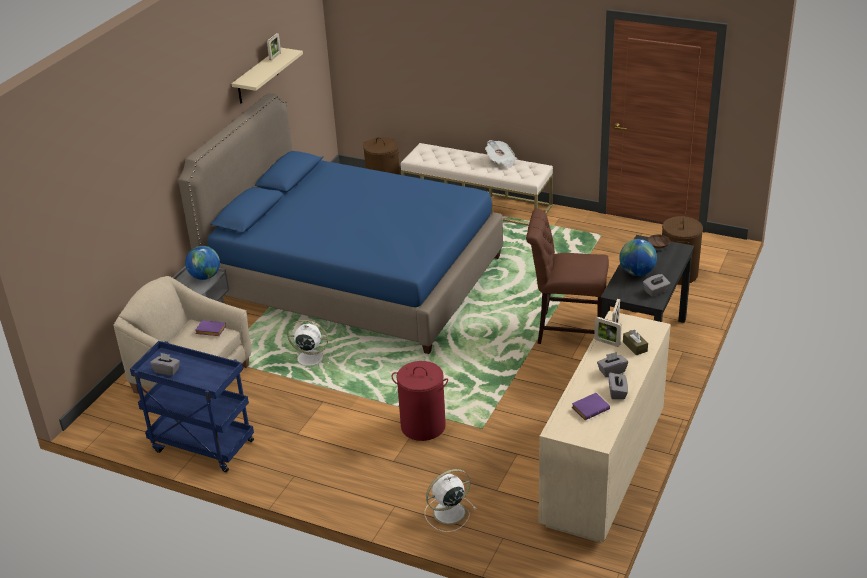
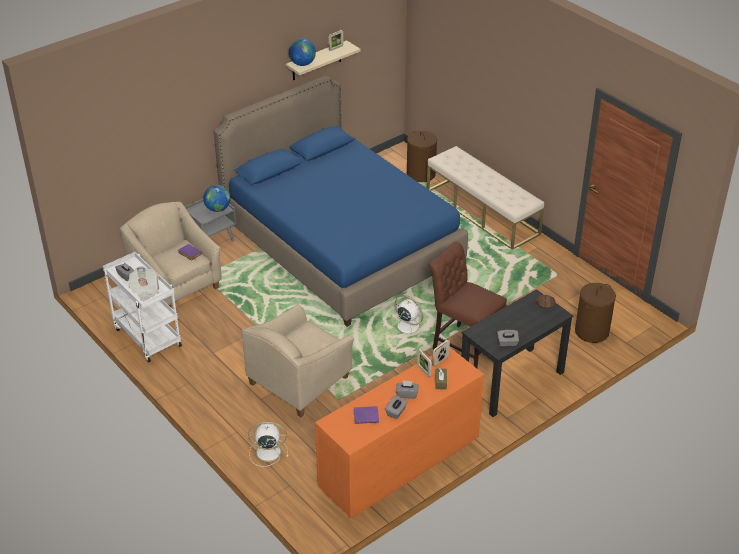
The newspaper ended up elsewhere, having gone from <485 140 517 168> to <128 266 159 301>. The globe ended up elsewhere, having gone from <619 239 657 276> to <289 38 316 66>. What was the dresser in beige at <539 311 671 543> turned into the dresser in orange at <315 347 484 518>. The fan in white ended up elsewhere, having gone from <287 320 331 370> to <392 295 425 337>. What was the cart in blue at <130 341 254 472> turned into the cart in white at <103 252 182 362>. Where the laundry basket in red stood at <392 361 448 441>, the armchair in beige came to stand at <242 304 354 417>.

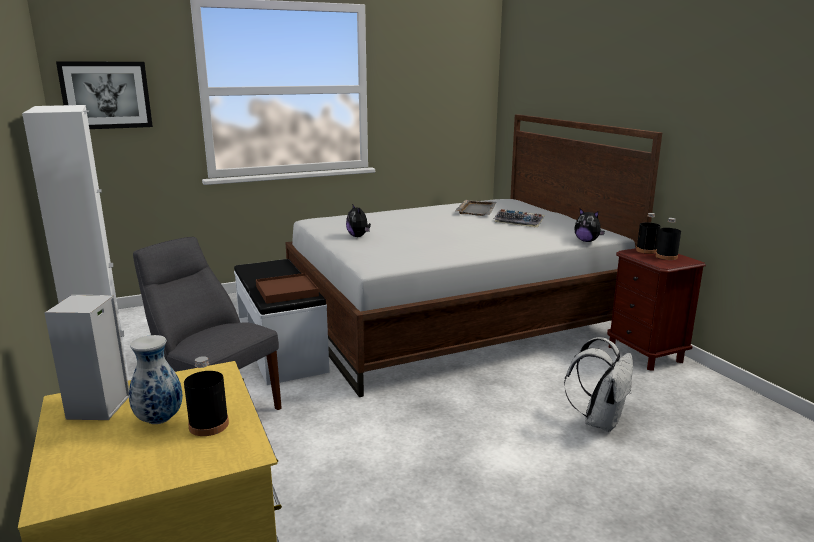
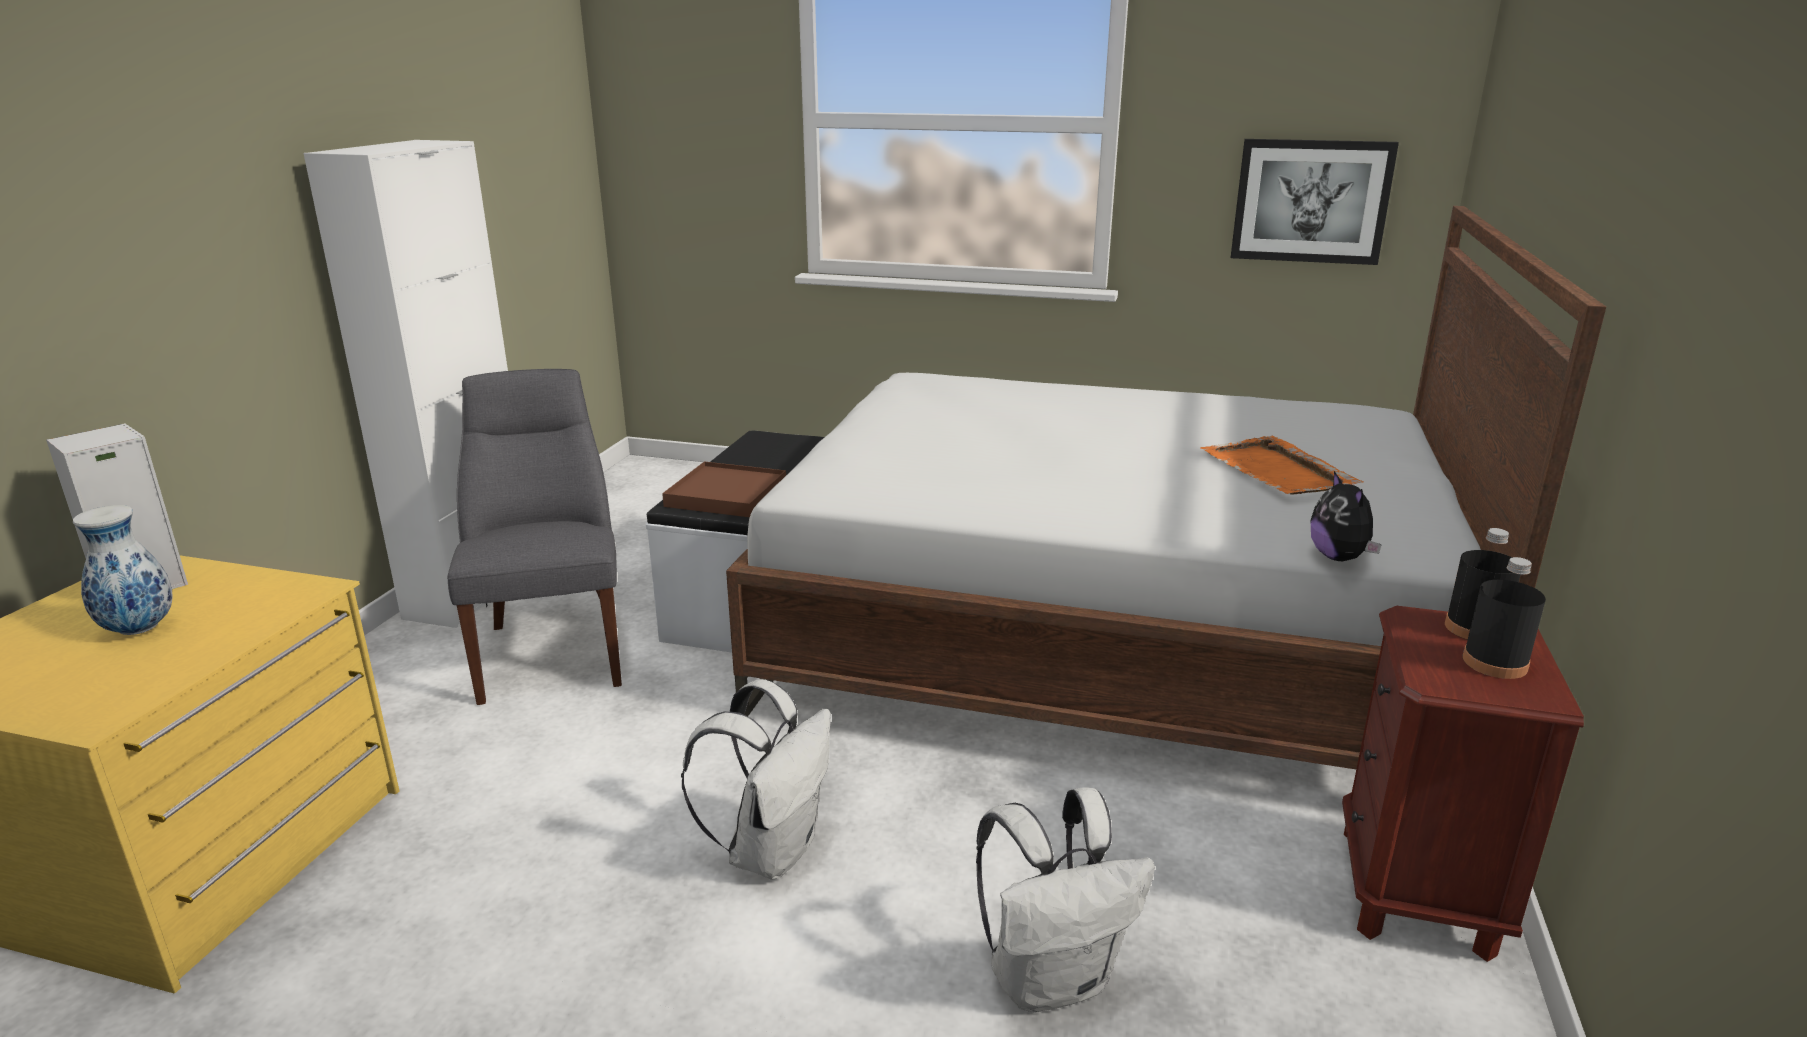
The picture ended up elsewhere, having gone from <56 61 153 129> to <1231 139 1399 265>. The second view lost the tray in grey at <455 200 497 216>. The second view lost the plush toy at <346 204 371 237>. Where the keyboard stood at <494 209 545 228>, the tray in orange came to stand at <1200 436 1363 495>. The second view lost the bottle in black at <184 356 229 436>. The second view gained the backpack in white at <681 679 831 879>.

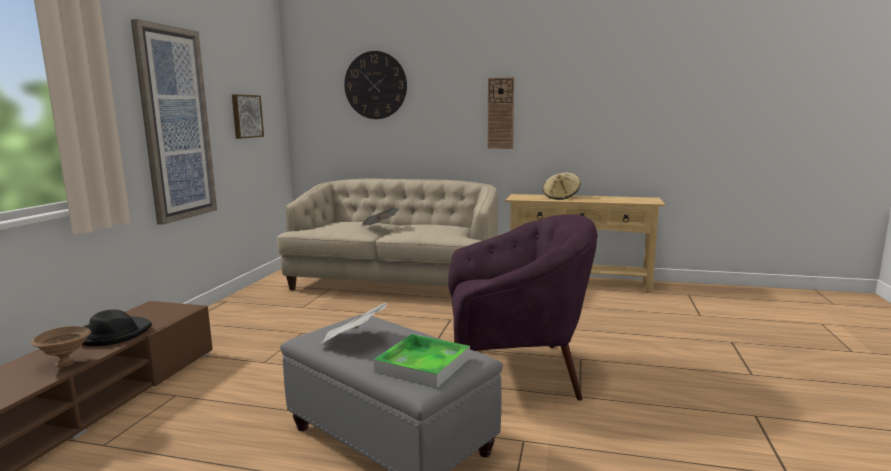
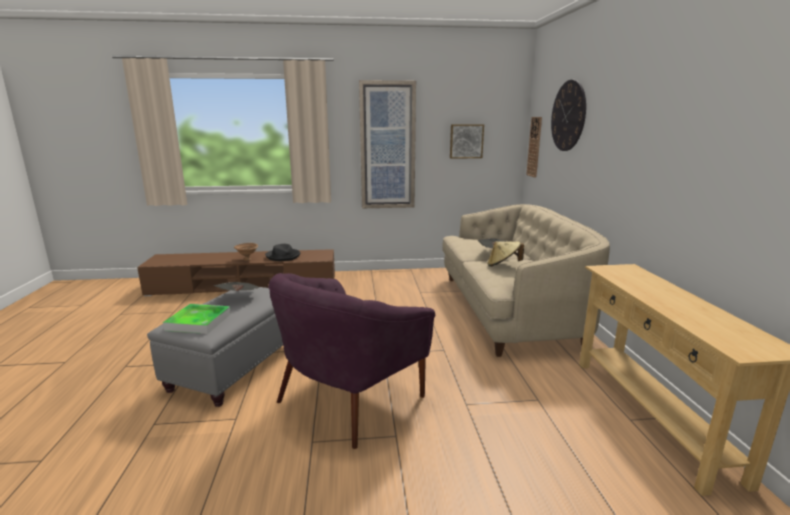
The wall clock ended up elsewhere, having gone from <488 77 514 149> to <526 117 542 178>. The hat in beige ended up elsewhere, having gone from <543 172 580 200> to <487 242 524 267>. The armchair in purple at <448 214 598 401> ended up facing another way, 60 degrees clockwise from before.

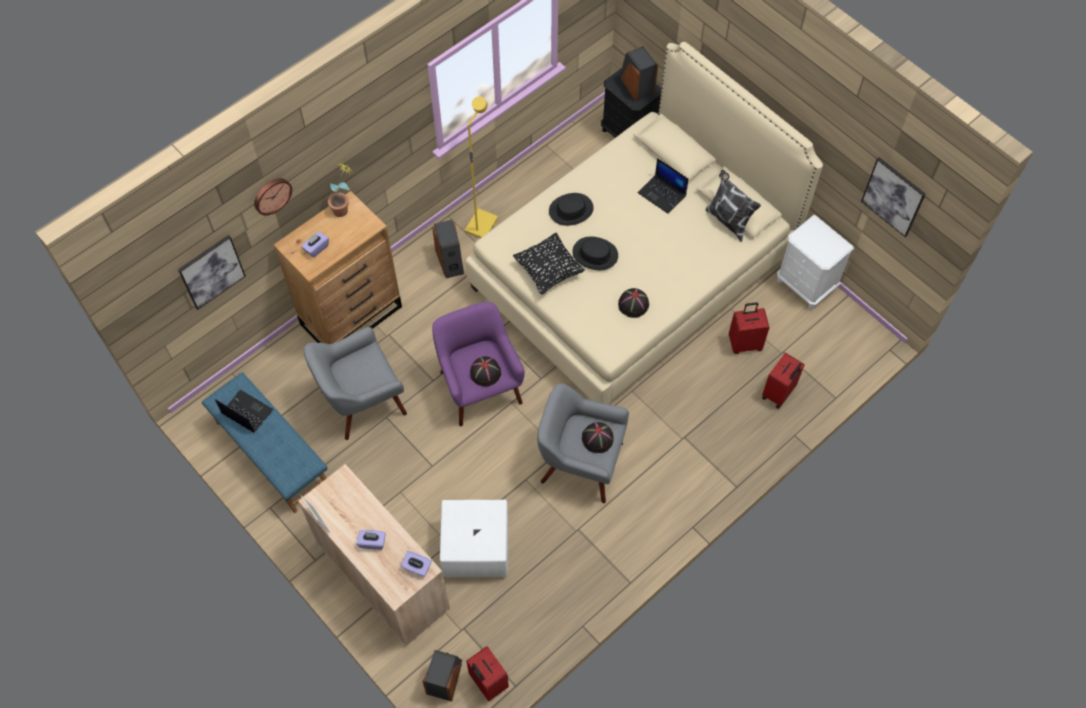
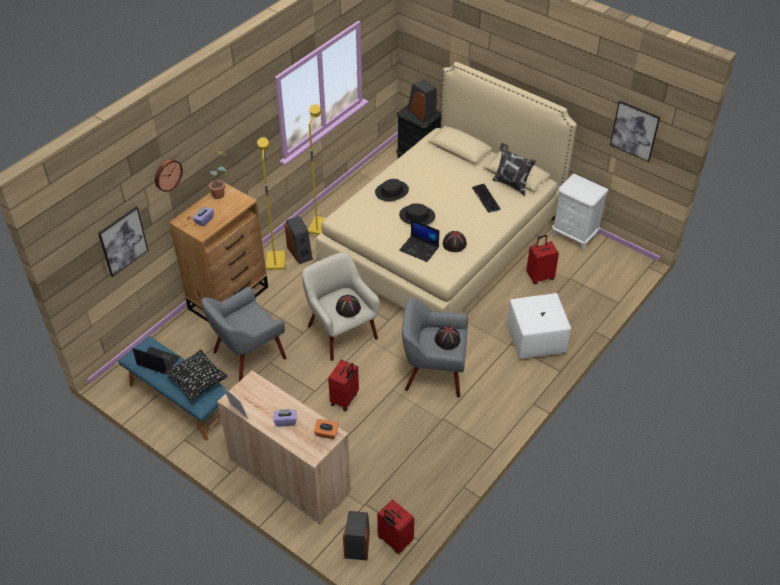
The laptop ended up elsewhere, having gone from <638 158 689 214> to <399 219 440 262>. The pillow in black ended up elsewhere, having gone from <513 233 585 295> to <164 350 228 401>. What was the armchair in purple at <432 302 525 426> turned into the armchair in beige at <302 252 380 361>. The suitcase in red ended up elsewhere, having gone from <762 353 805 409> to <328 360 359 411>. The ottoman in white ended up elsewhere, having gone from <440 500 508 577> to <507 293 571 359>. What was the tissue box in purple at <401 551 432 577> turned into the tissue box in orange at <314 419 339 439>. The second view gained the floor lamp in yellow at <257 137 285 270>. The second view gained the keyboard at <472 184 501 213>.

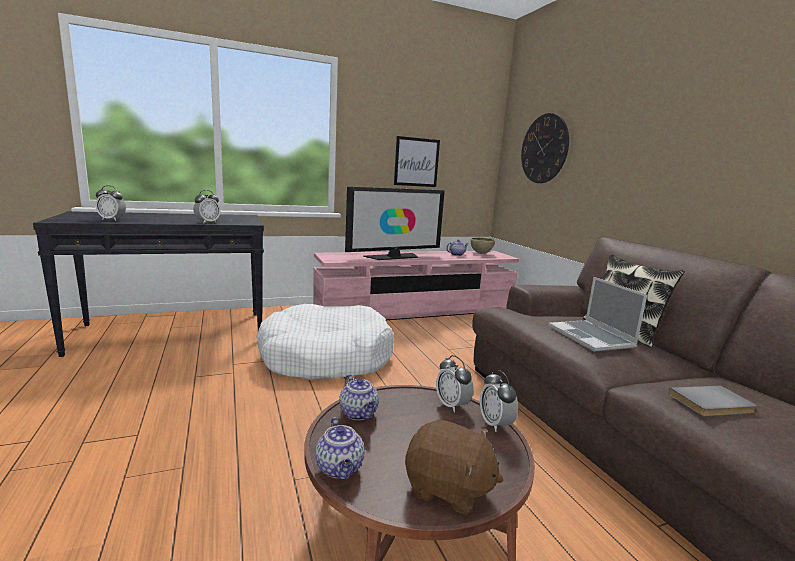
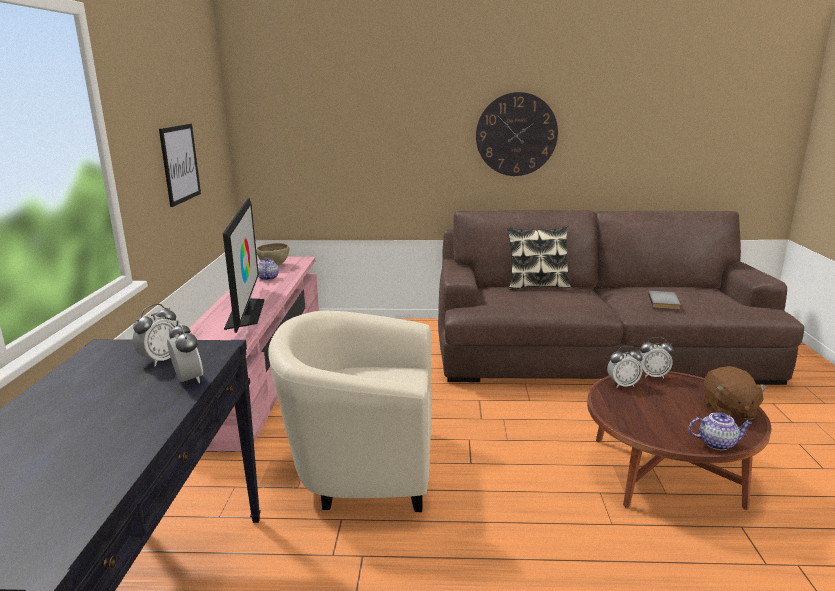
The wall clock ended up elsewhere, having gone from <521 113 569 183> to <476 92 558 176>. The alarm clock ended up elsewhere, having gone from <95 185 126 221> to <133 304 176 366>. The second view lost the laptop at <549 277 647 352>. Where the dog bed in white stood at <256 304 394 380>, the armchair in beige came to stand at <268 311 432 512>. The second view lost the teapot at <339 375 379 420>. The plush toy in brown at <405 419 504 514> ended up facing another way, 135 degrees clockwise from before.

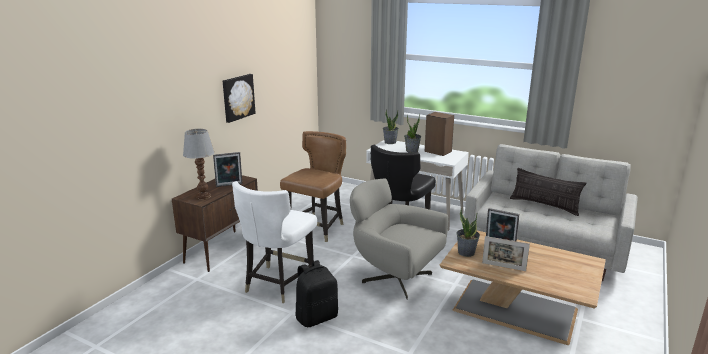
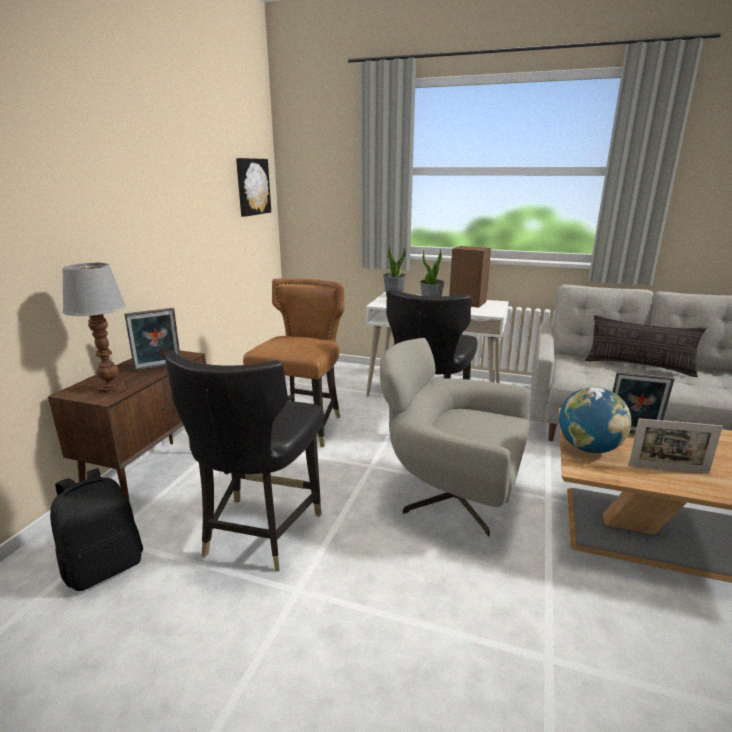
The picture ended up elsewhere, having gone from <223 74 256 123> to <236 158 271 217>. What was the chair in white at <232 181 317 303> turned into the chair in black at <165 351 324 572>. Where the potted plant stood at <457 208 480 257>, the globe came to stand at <559 387 632 453>. The backpack in black ended up elsewhere, having gone from <295 260 338 327> to <50 468 143 591>.

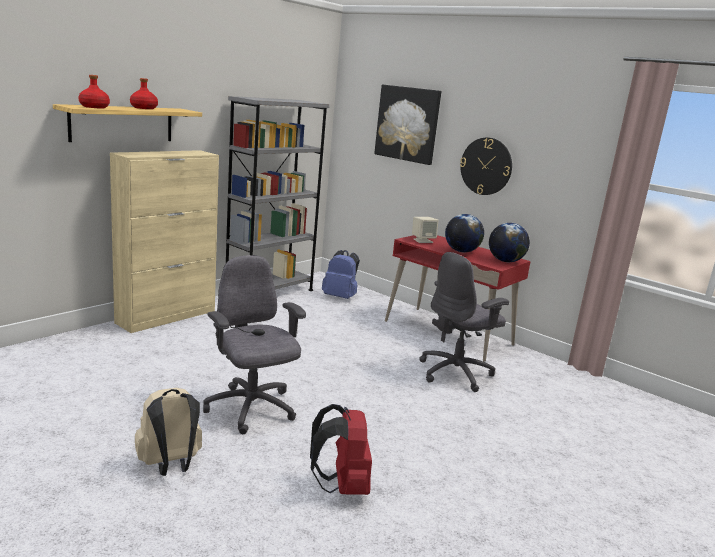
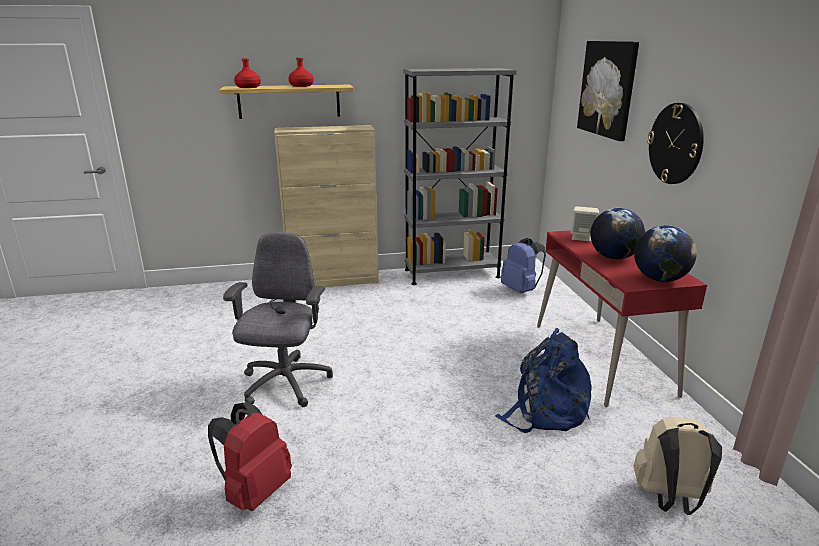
Where the office chair in grey stood at <419 252 509 392>, the backpack in blue came to stand at <495 327 592 433>. The backpack in beige ended up elsewhere, having gone from <135 388 202 476> to <634 417 722 515>.

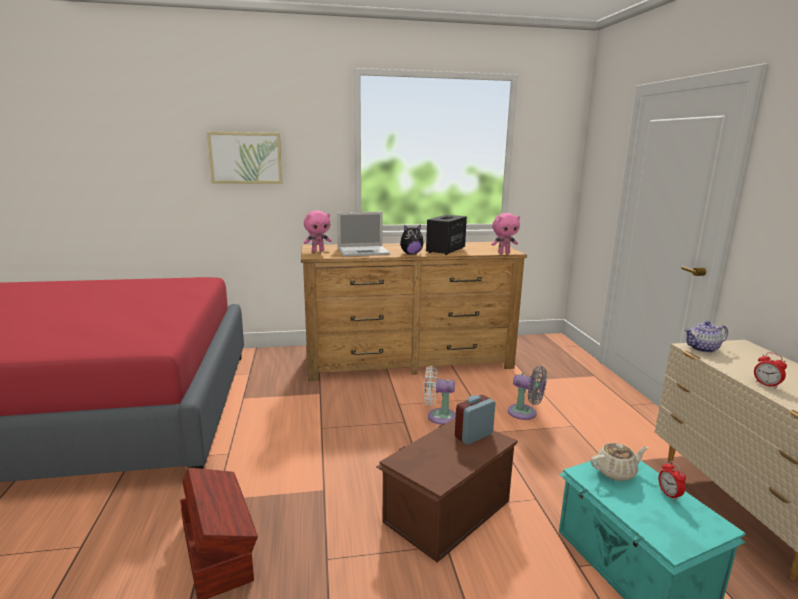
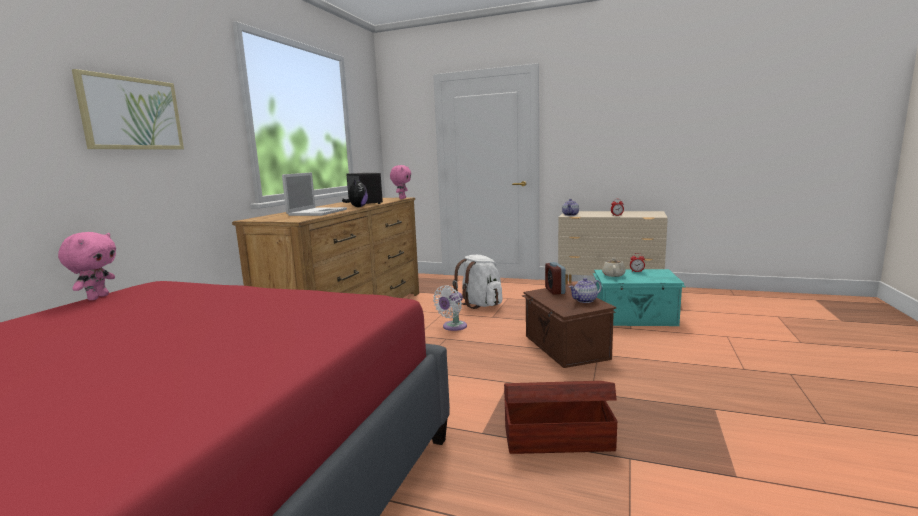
The plush toy in pink ended up elsewhere, having gone from <304 210 332 252> to <58 232 116 300>. Where the fan in grey stood at <508 366 547 420>, the backpack in white came to stand at <453 255 503 309>. The second view gained the teapot at <569 278 602 303>.

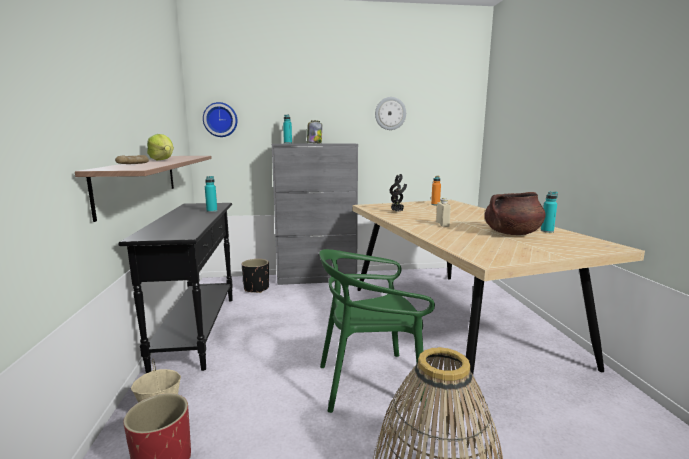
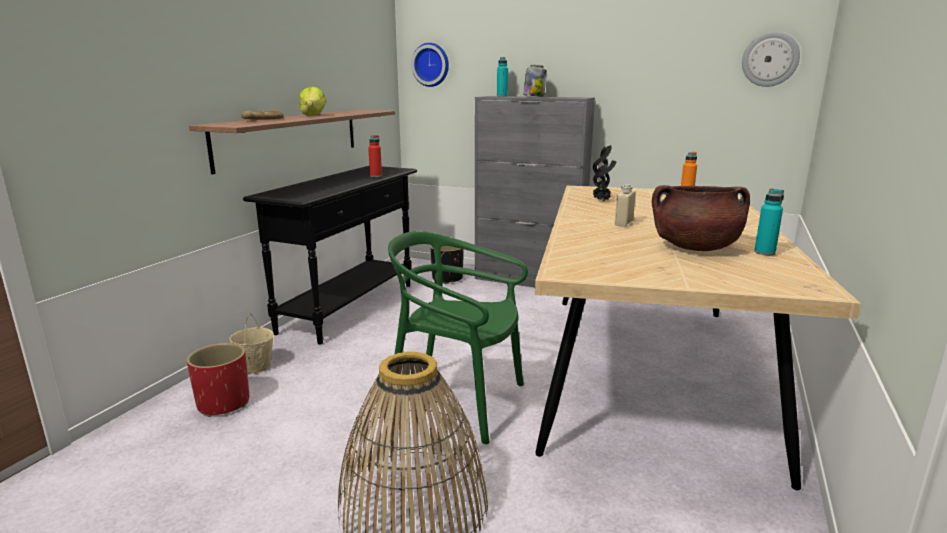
The wall clock ended up elsewhere, having gone from <375 97 406 130> to <742 32 800 87>. What was the bottle in turquoise at <205 176 217 212> turned into the bottle in red at <368 135 382 177>.

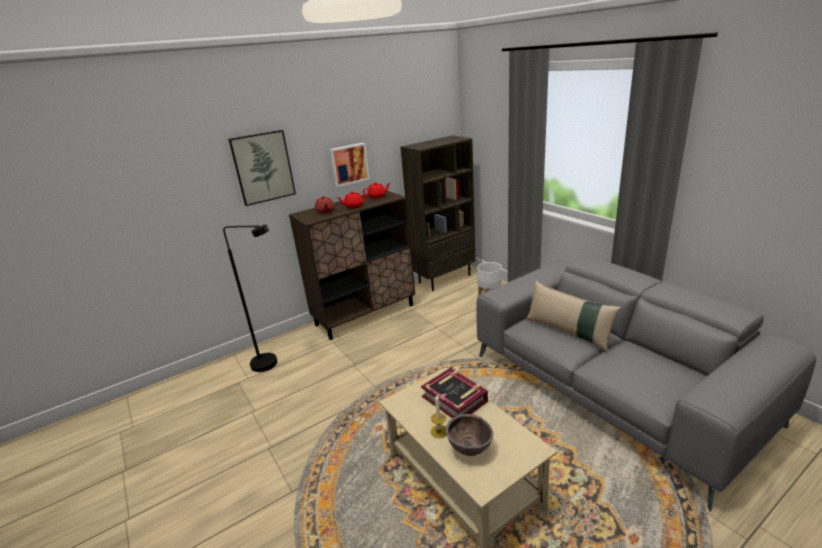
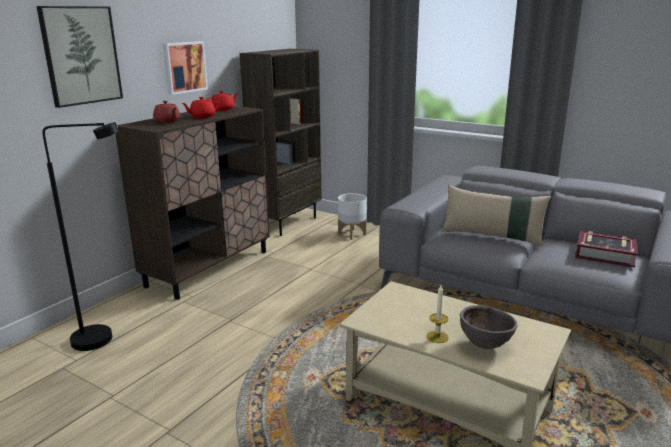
The book ended up elsewhere, having gone from <421 368 488 418> to <575 231 638 267>.

